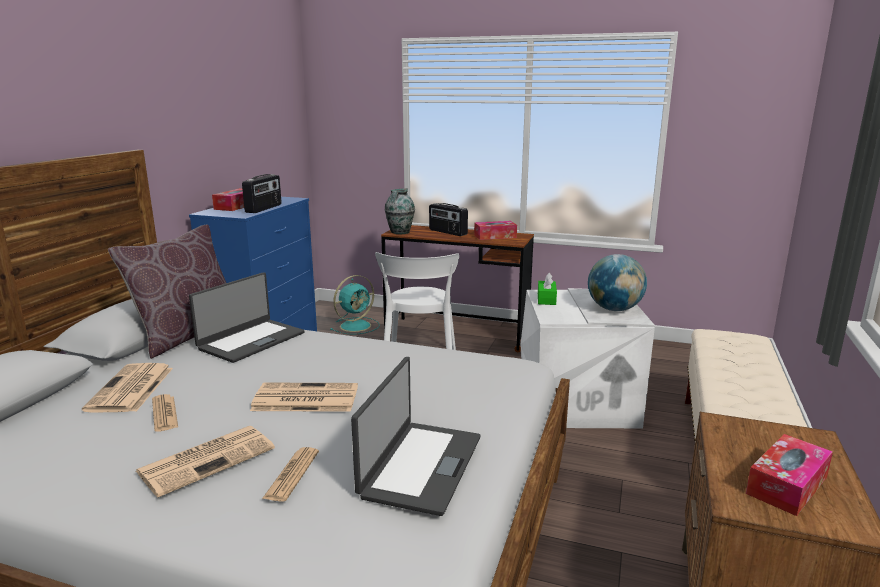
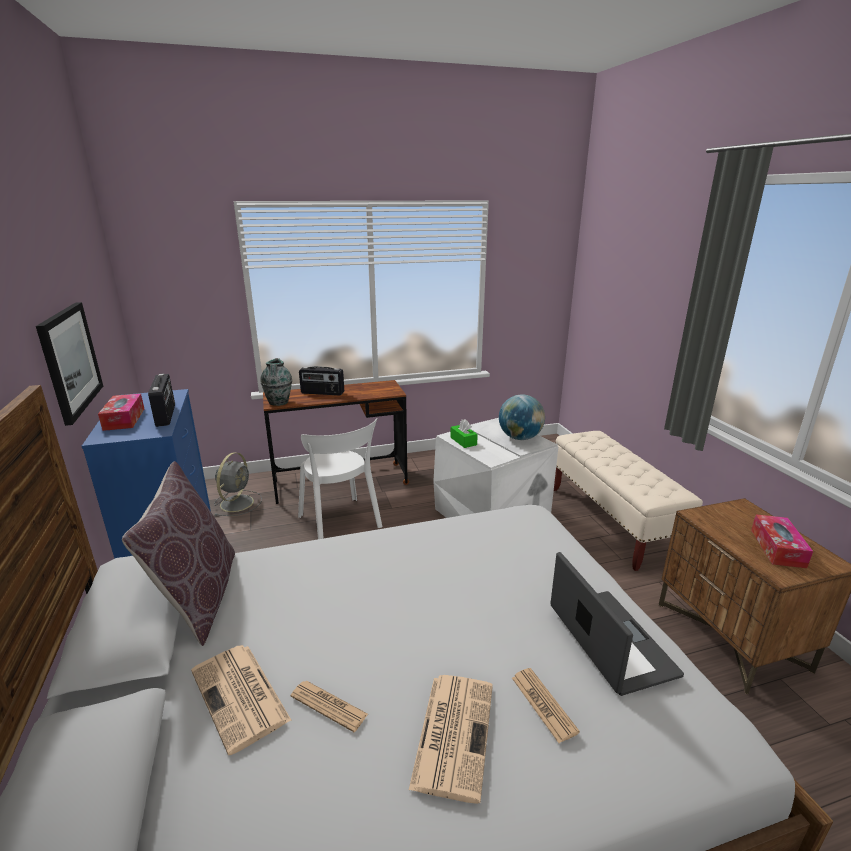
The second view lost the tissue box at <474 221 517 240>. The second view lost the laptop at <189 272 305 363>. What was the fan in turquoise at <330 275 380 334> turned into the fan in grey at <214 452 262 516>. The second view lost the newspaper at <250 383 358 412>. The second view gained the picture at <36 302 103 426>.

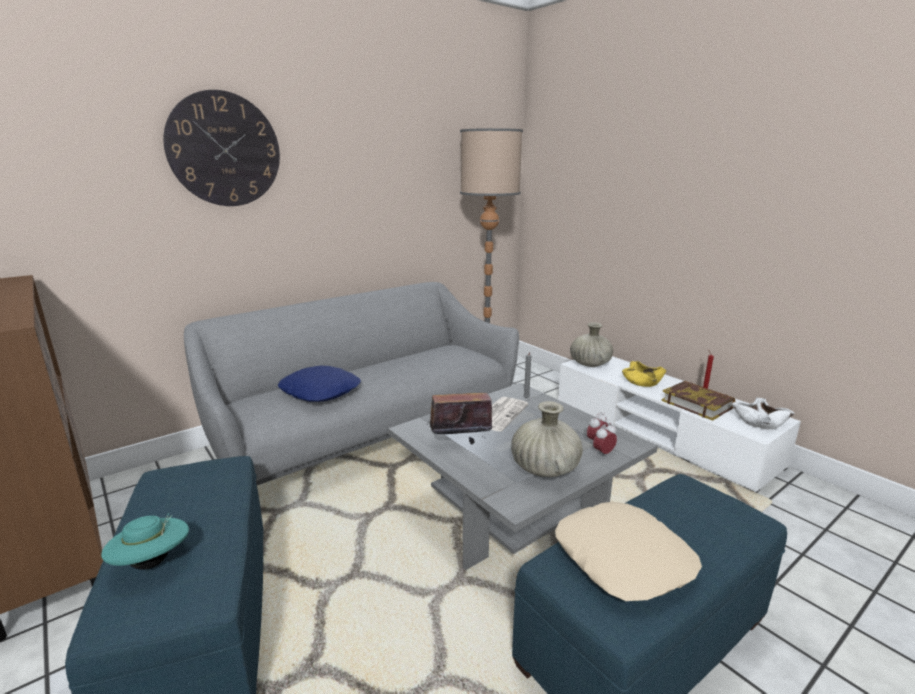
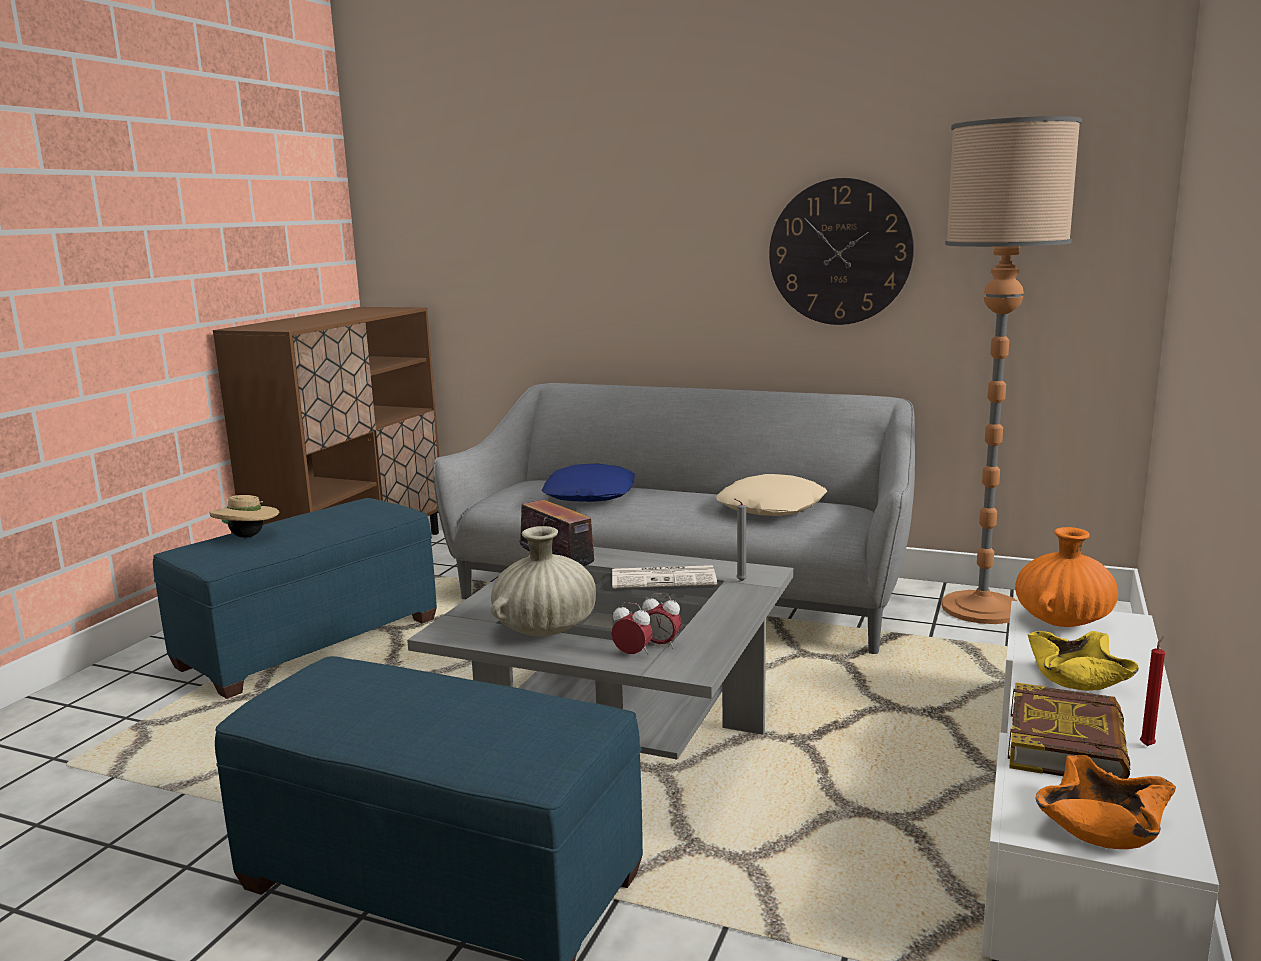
The wall clock ended up elsewhere, having gone from <163 90 280 206> to <769 178 914 325>. What was the vase in beige at <570 322 613 367> turned into the vase in orange at <1015 527 1118 627>. What was the bowl in white at <732 397 795 429> turned into the bowl in orange at <1035 755 1176 849>. The pillow in beige ended up elsewhere, having gone from <555 502 702 601> to <716 474 827 516>. What was the hat in turquoise at <101 513 189 570> turned into the hat in beige at <209 495 279 538>.

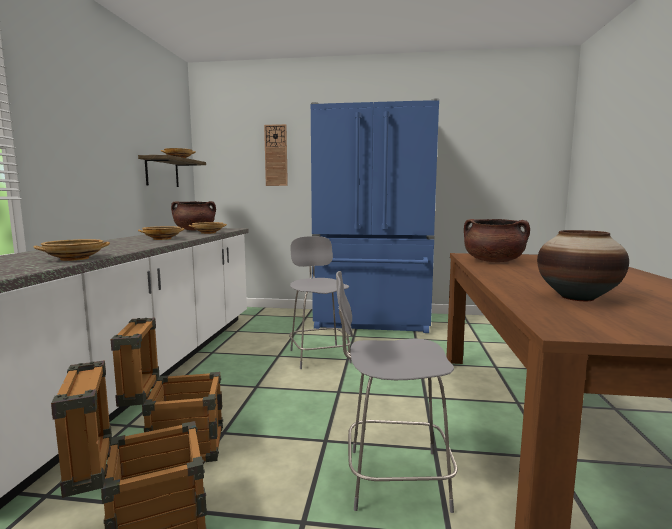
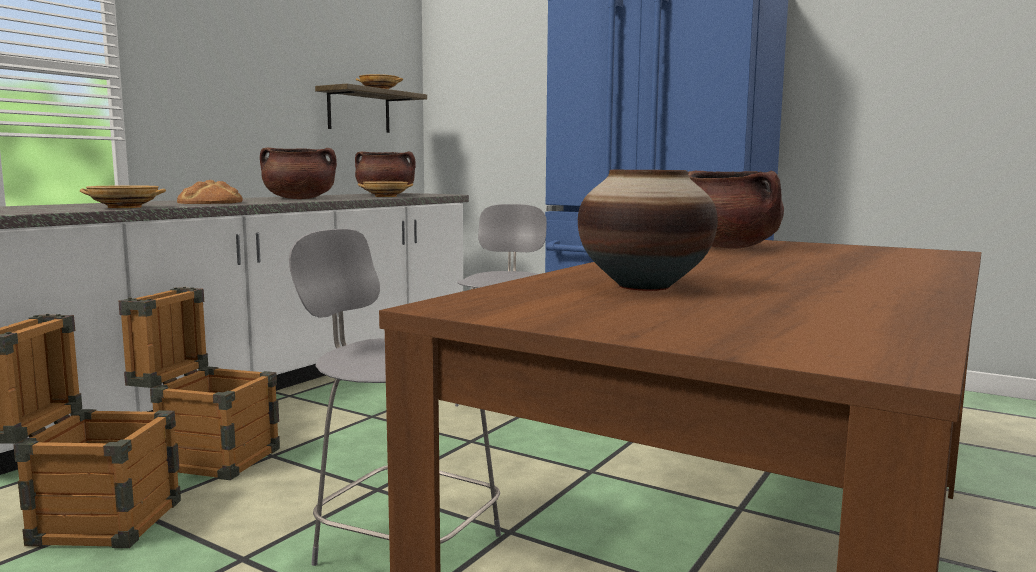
The second view lost the wall clock at <264 124 288 186>. Where the bowl in beige stood at <138 226 184 240>, the cooking pot in brown came to stand at <260 147 337 199>. The second view gained the bread at <177 180 243 204>.

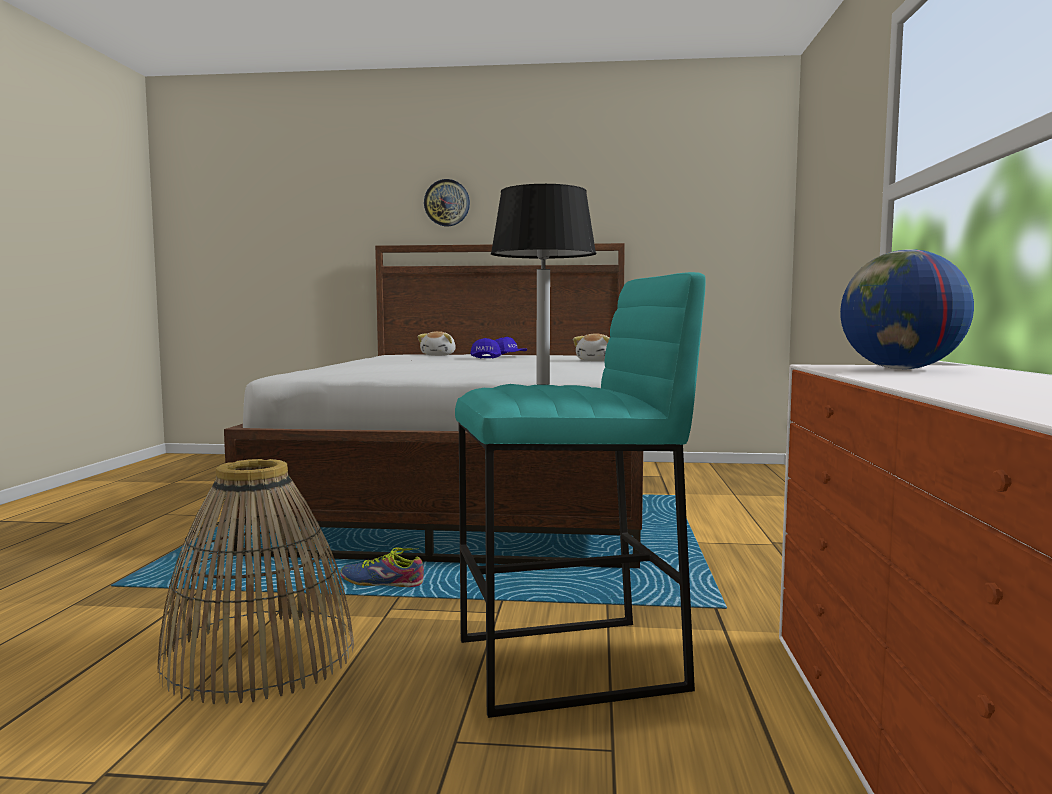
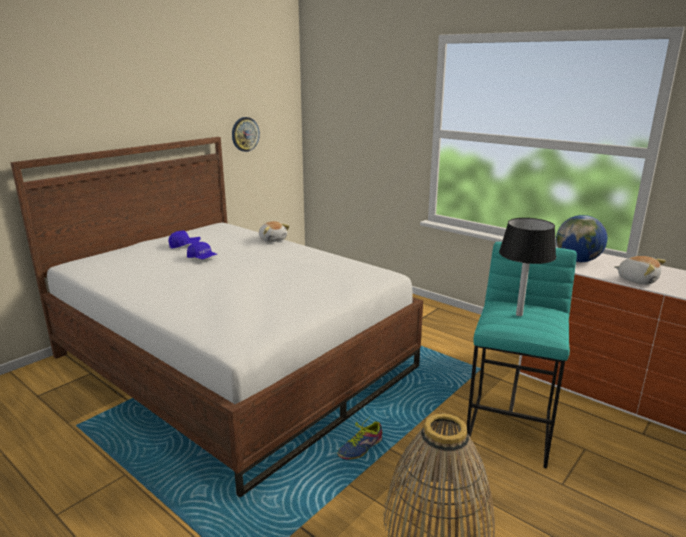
The wall clock ended up elsewhere, having gone from <424 179 470 226> to <232 117 260 152>. The plush toy ended up elsewhere, having gone from <417 331 456 356> to <614 256 666 285>.

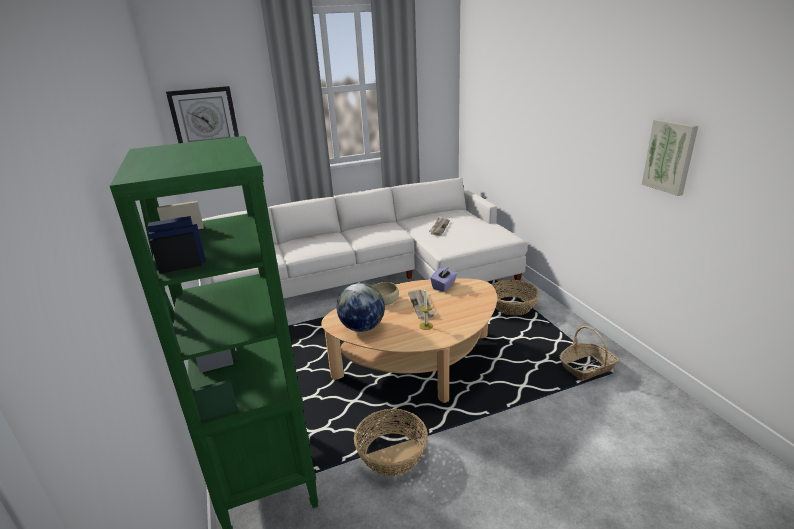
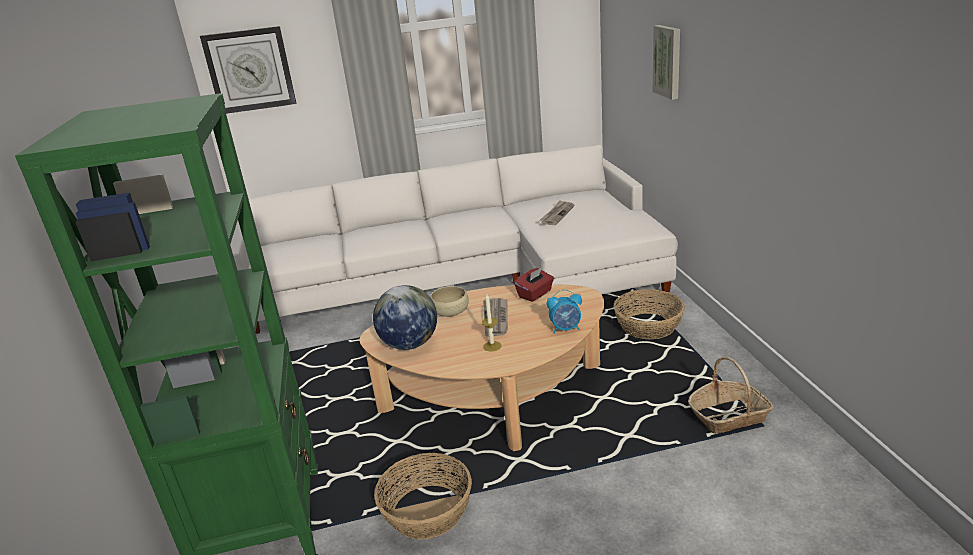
The picture ended up elsewhere, having gone from <642 119 698 196> to <652 25 680 100>. What was the tissue box in purple at <430 266 457 292> turned into the tissue box in red at <514 267 554 302>. The second view gained the alarm clock at <546 289 582 334>.

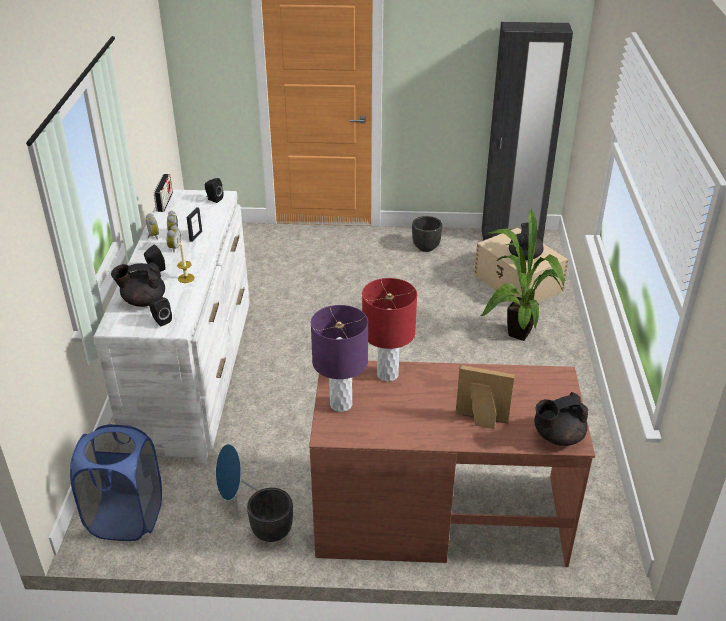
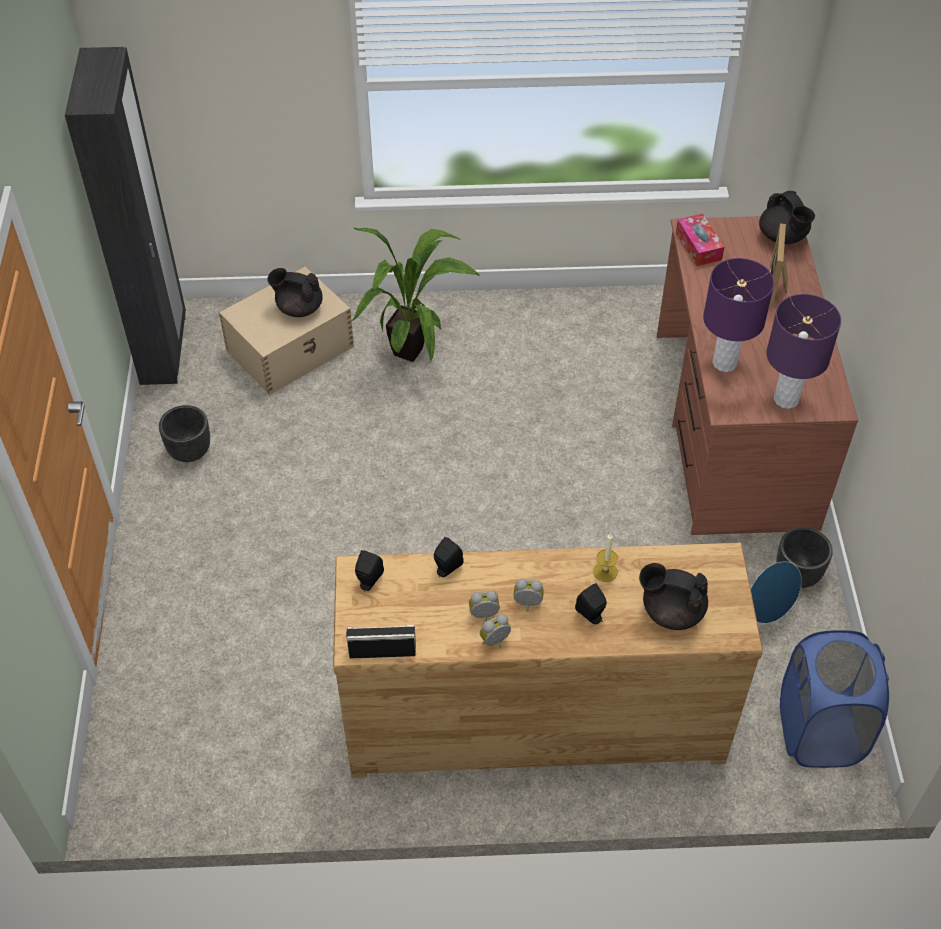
What was the dresser in white at <93 190 250 463> turned into the dresser in brown at <333 543 763 778>. The second view lost the picture frame at <187 207 202 242>. The teapot in black at <111 262 165 307> ended up facing another way, 120 degrees clockwise from before. What was the table lamp in red at <362 278 417 382> turned into the table lamp in purple at <703 258 774 372>. The speaker in black ended up elsewhere, having gone from <149 297 172 327> to <434 537 464 577>. The second view gained the tissue box at <676 214 724 266>.

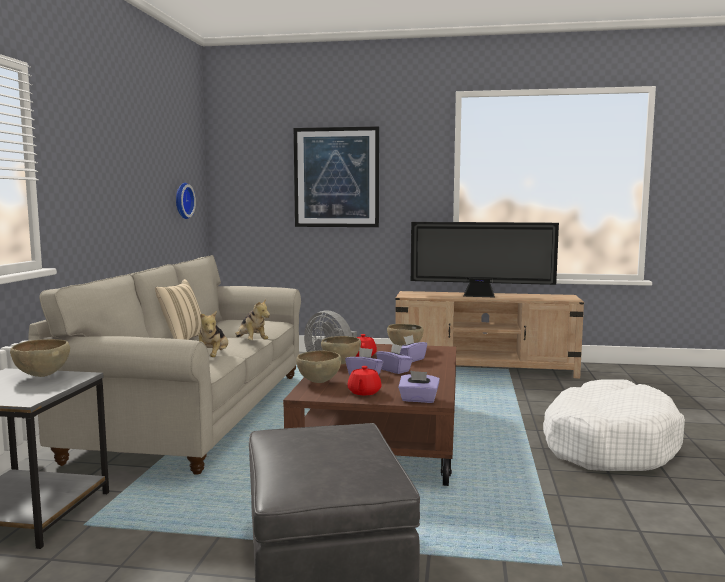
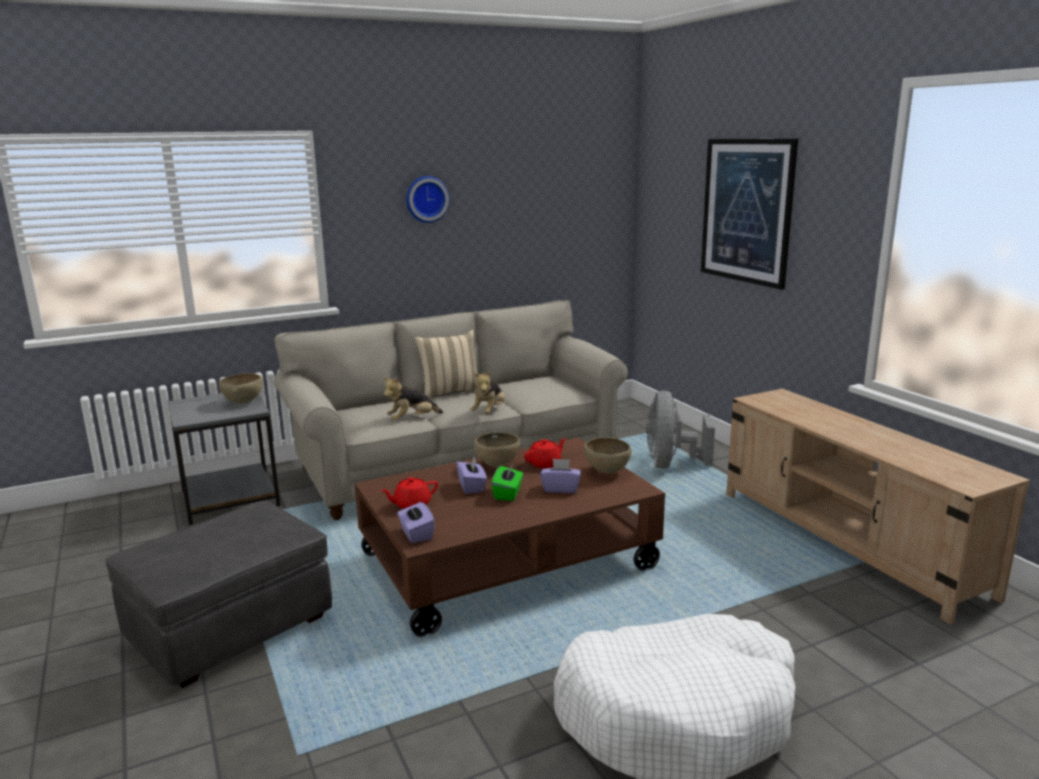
The wall clock ended up elsewhere, having gone from <176 183 196 219> to <406 176 449 223>. The second view lost the television at <411 222 559 298>. What was the tissue box in purple at <376 344 413 374> turned into the tissue box in green at <491 463 523 501>. The second view lost the bowl in brown at <296 350 342 383>.

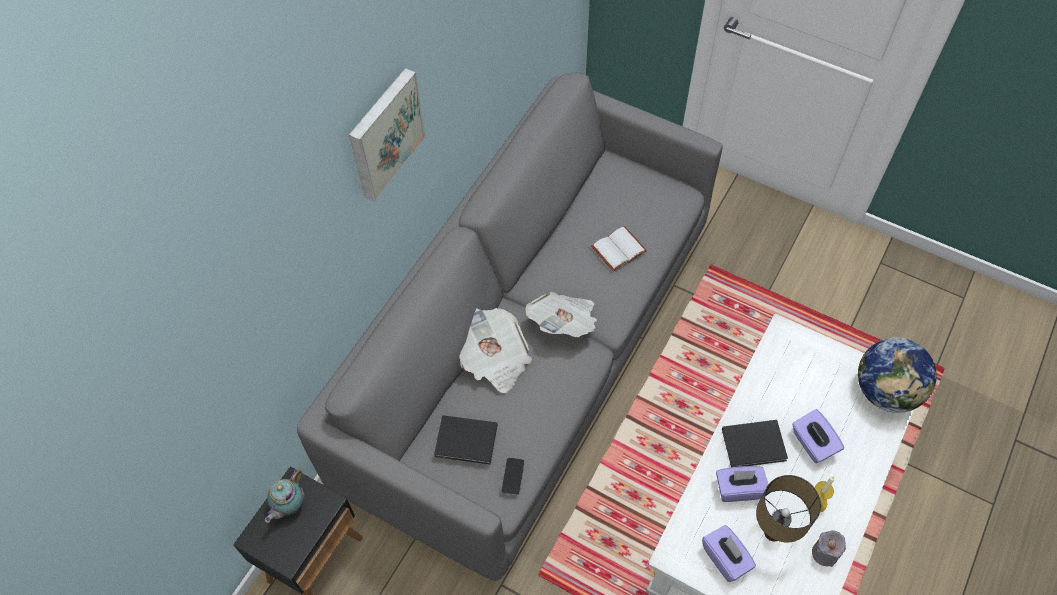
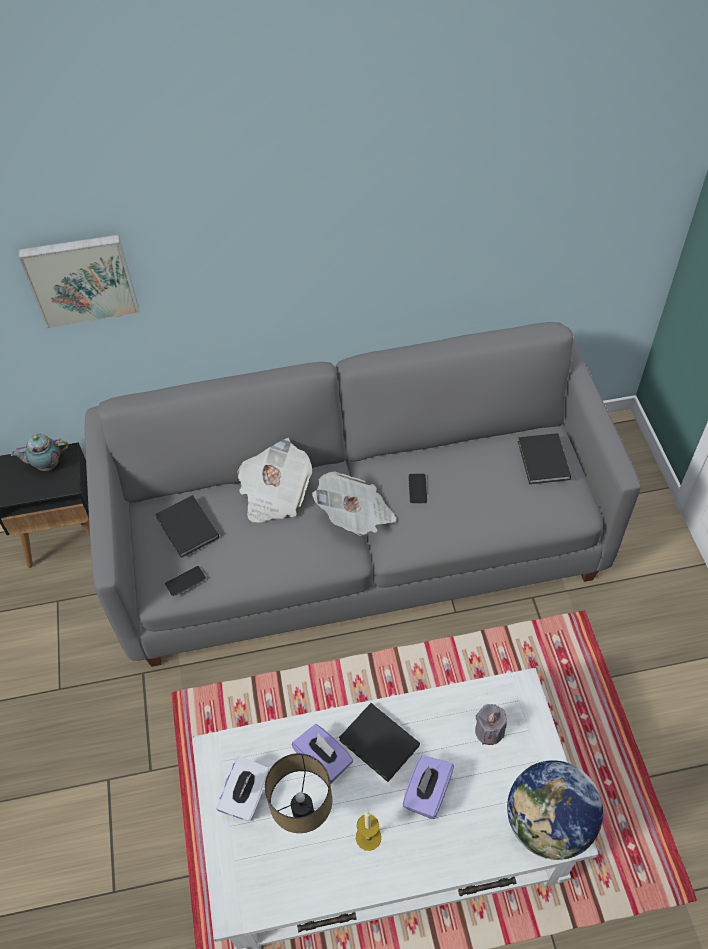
The picture ended up elsewhere, having gone from <349 68 426 202> to <19 235 139 328>. The second view lost the book in white at <591 226 647 271>. What was the tissue box in purple at <702 525 756 582> turned into the tissue box in white at <216 756 269 821>. The candle in grey ended up elsewhere, having gone from <812 530 846 567> to <475 704 507 745>. The second view gained the book in black at <518 433 571 484>. The second view gained the phone at <408 473 427 504>.

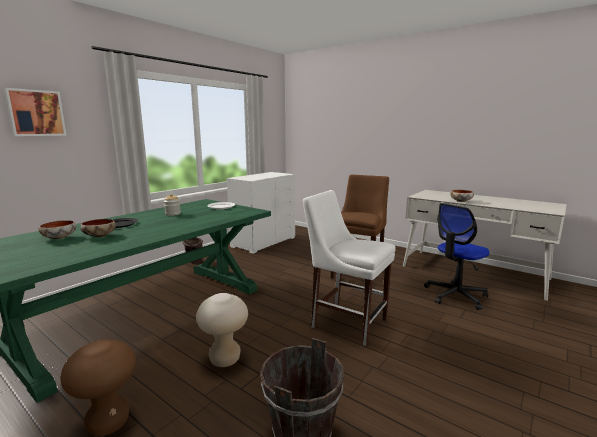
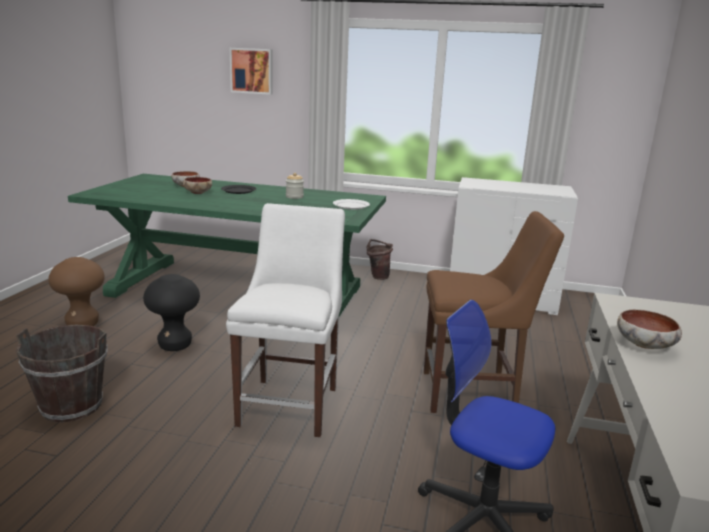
What was the stool in beige at <196 293 248 367> turned into the stool in black at <143 274 200 351>.

